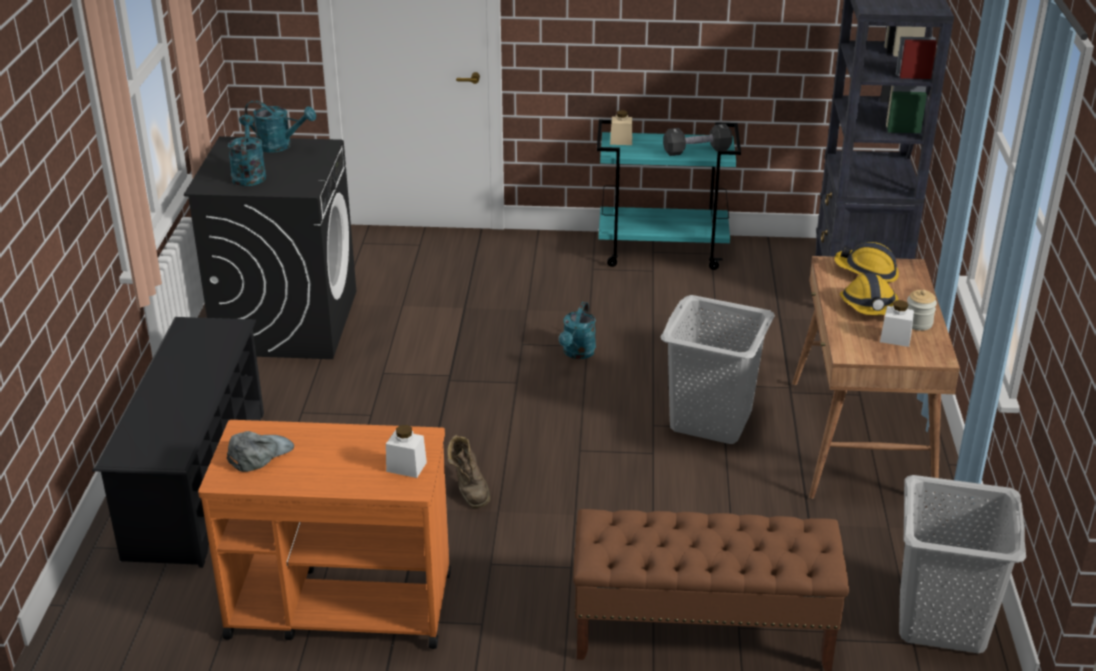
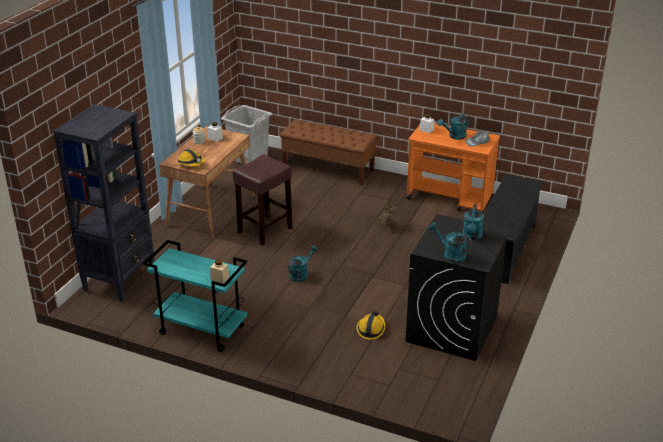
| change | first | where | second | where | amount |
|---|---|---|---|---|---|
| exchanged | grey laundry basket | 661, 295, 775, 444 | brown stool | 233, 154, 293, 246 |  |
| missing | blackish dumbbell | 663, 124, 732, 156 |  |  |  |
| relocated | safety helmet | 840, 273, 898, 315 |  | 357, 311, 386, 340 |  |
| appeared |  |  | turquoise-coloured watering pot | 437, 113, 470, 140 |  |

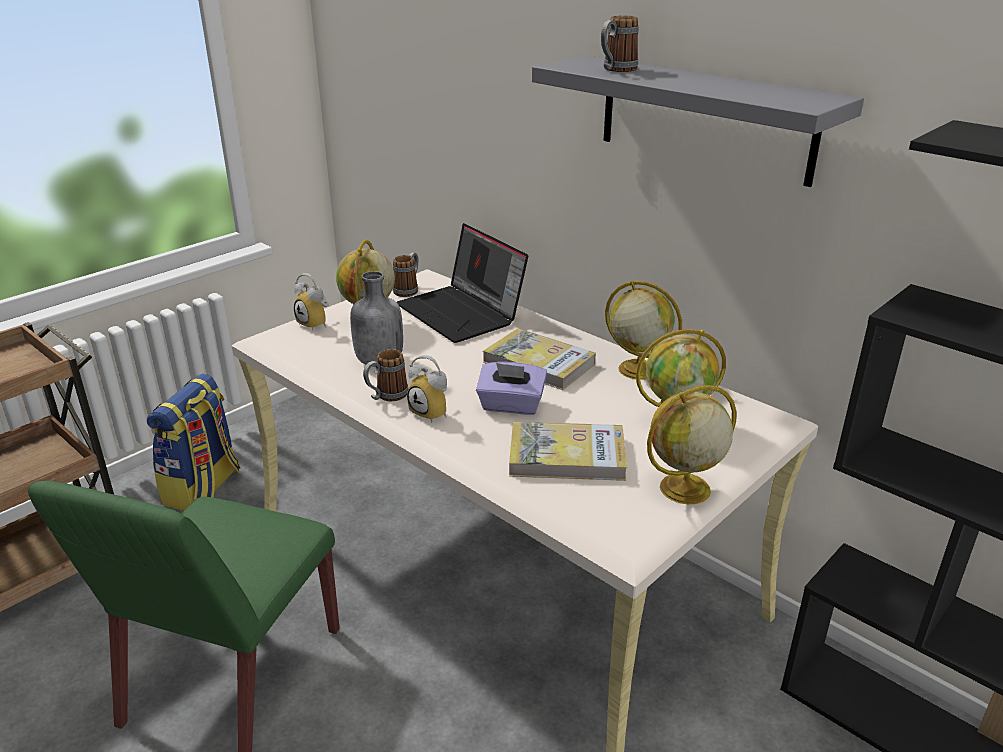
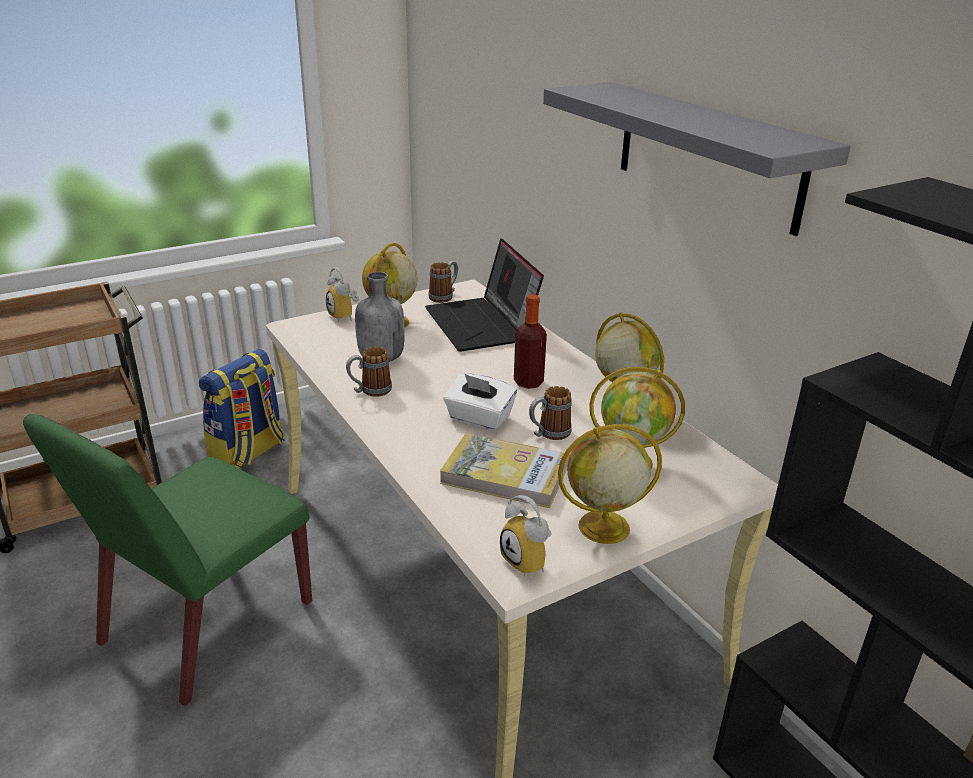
| change | first | where | second | where | amount |
|---|---|---|---|---|---|
| relocated | table clock | 407, 355, 447, 423 |  | 500, 495, 551, 577 |  |
| colour | purplish tissue holder | 476, 362, 547, 415 | white-coloured tissue holder | 443, 373, 517, 430 |  |
| exchanged | volume | 483, 328, 596, 390 | bottle | 514, 294, 547, 389 |  |
| relocated | coffee mug | 601, 16, 638, 72 |  | 529, 386, 572, 440 |  |

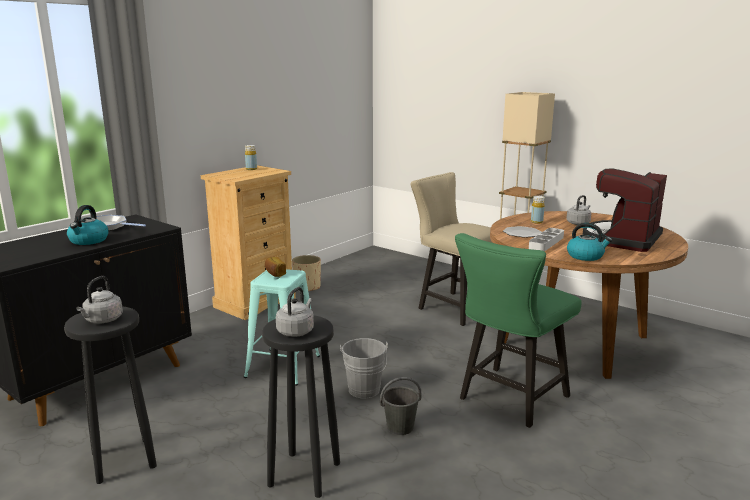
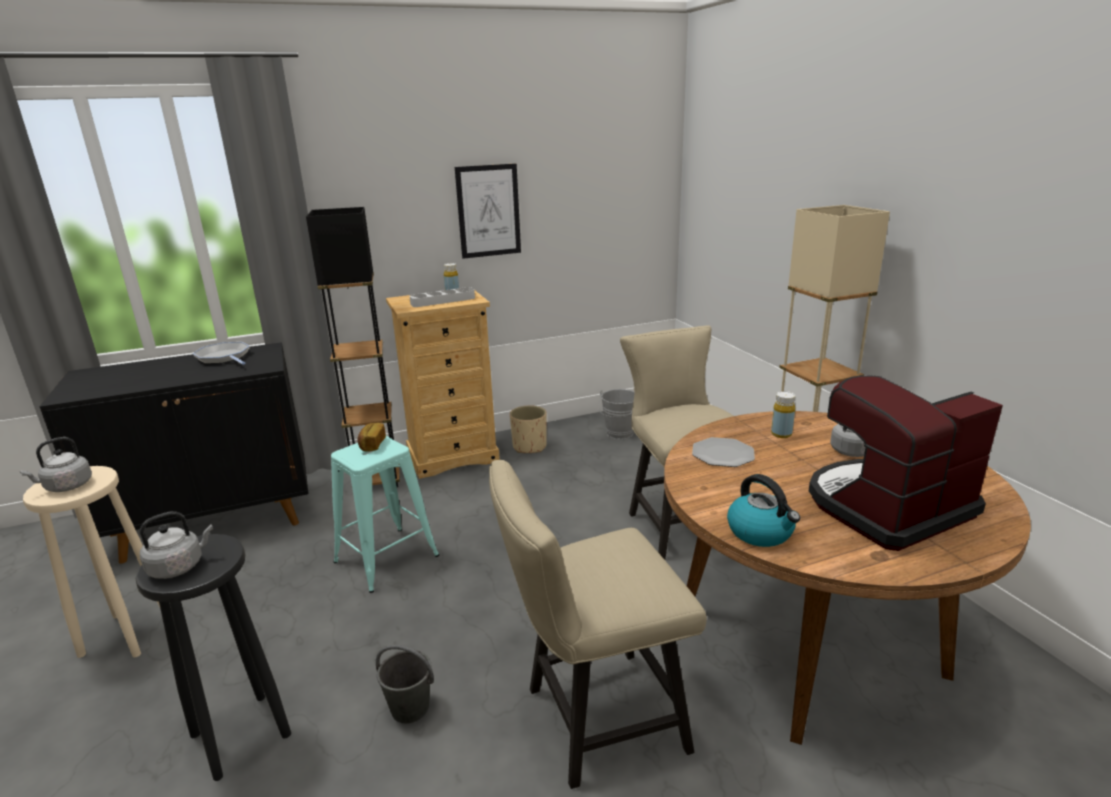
| change | first | where | second | where | amount |
|---|---|---|---|---|---|
| colour | blackish stool | 64, 307, 157, 484 | beige-coloured stool | 23, 466, 160, 658 |  |
| missing | tea kettle | 67, 205, 109, 245 |  |  |  |
| relocated | grey bucket | 340, 338, 388, 399 |  | 598, 389, 634, 439 |  |
| colour | green plain chair | 455, 233, 582, 428 | beige-coloured plain chair | 489, 460, 707, 789 |  |
| relocated | grey carrying tray | 529, 228, 564, 251 |  | 410, 287, 475, 307 |  |
| appeared |  |  | blackish standard lamp | 306, 207, 400, 487 |  |
| appeared |  |  | wall art | 455, 164, 521, 259 |  |

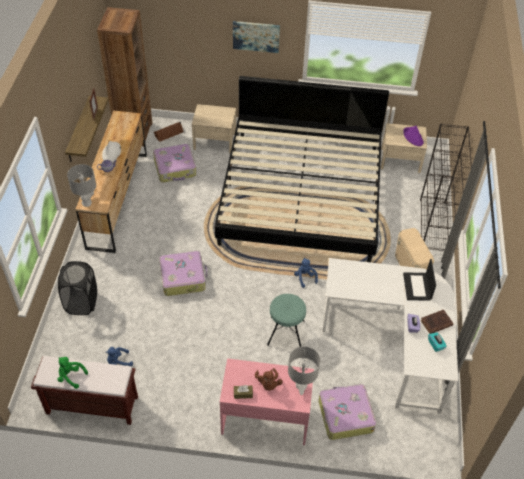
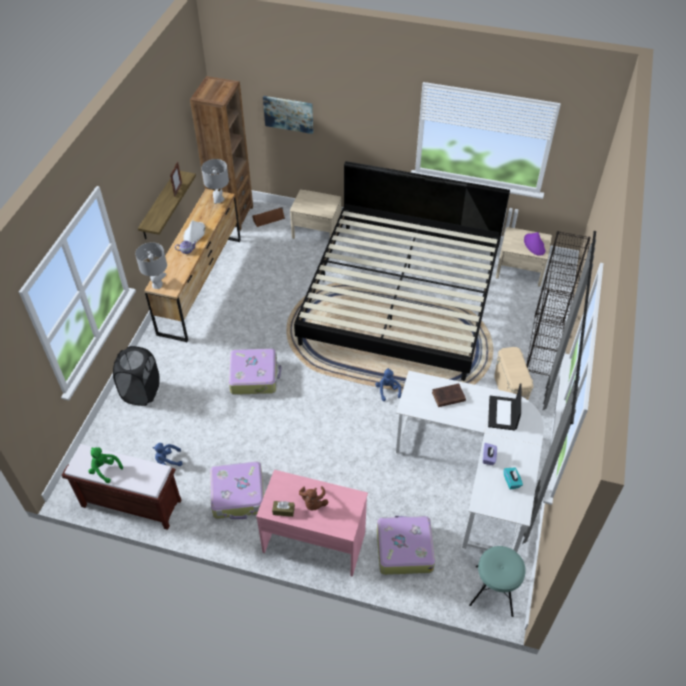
| change | first | where | second | where | amount |
|---|---|---|---|---|---|
| relocated | suitcase | 153, 144, 196, 183 |  | 210, 462, 264, 519 |  |
| relocated | wall art | 233, 21, 280, 53 |  | 263, 96, 313, 134 |  |
| relocated | turquoise-coloured stool | 267, 294, 306, 347 |  | 469, 546, 526, 617 |  |
| relocated | grey lamp for a table | 288, 346, 320, 395 |  | 201, 159, 229, 204 |  |
| relocated | brown volume | 420, 310, 453, 334 |  | 432, 383, 466, 407 |  |

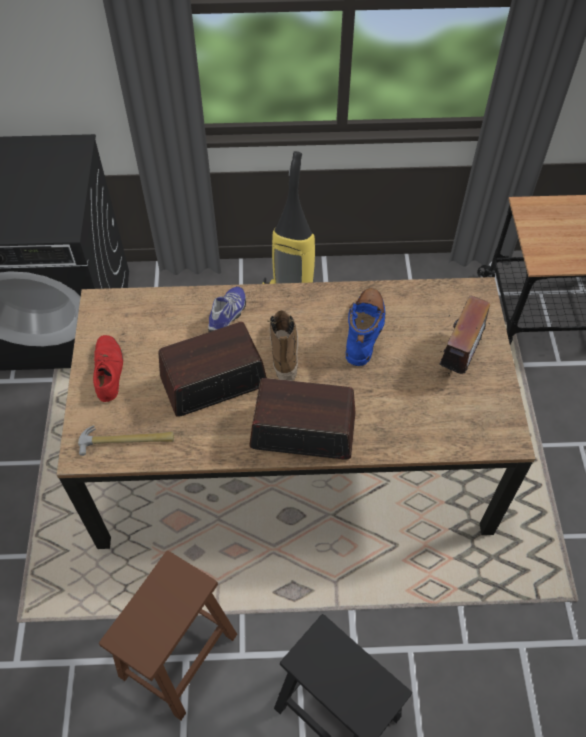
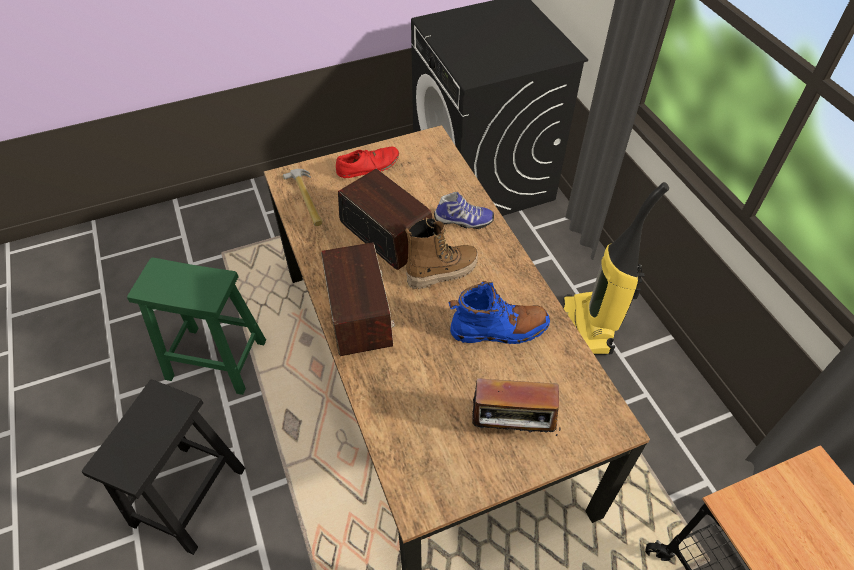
| change | first | where | second | where | amount |
|---|---|---|---|---|---|
| colour | brown stool | 99, 551, 237, 720 | green stool | 127, 257, 266, 395 |  |

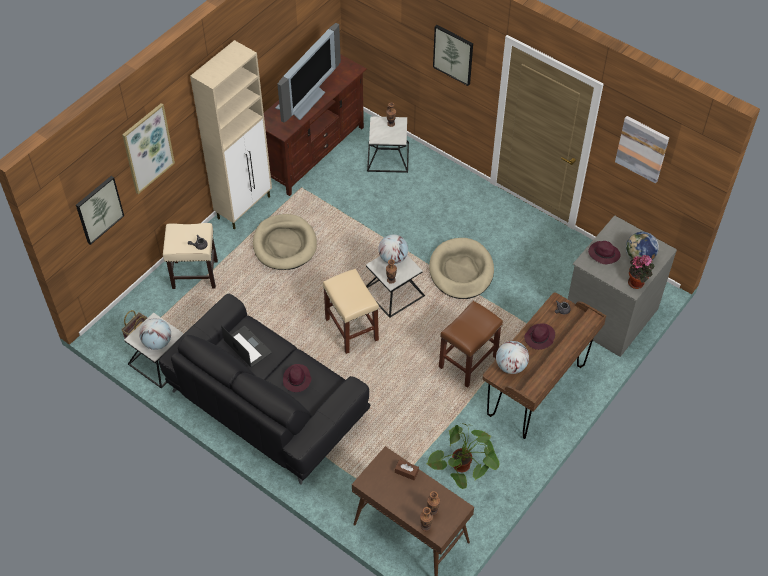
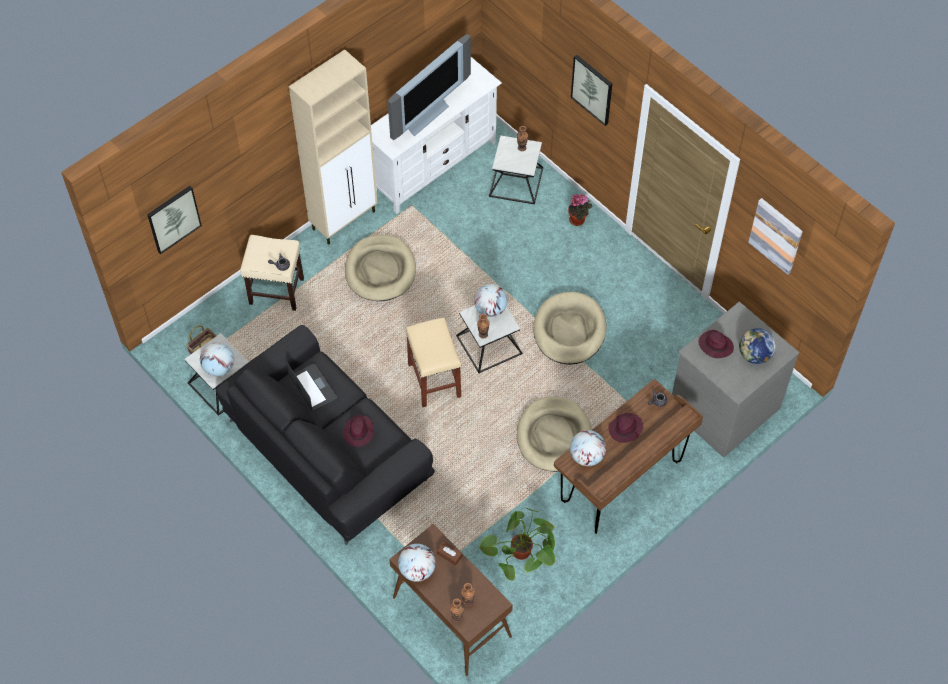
| change | first | where | second | where | amount |
|---|---|---|---|---|---|
| missing | wall art | 122, 103, 175, 194 |  |  |  |
| colour | brown media console | 264, 54, 367, 196 | white-coloured media console | 371, 57, 502, 214 |  |
| exchanged | brown stool | 439, 301, 503, 388 | beige-coloured dog bed | 517, 396, 592, 472 |  |
| relocated | houseplant | 628, 255, 655, 289 |  | 568, 194, 592, 226 |  |
| appeared |  |  | world globe | 398, 544, 436, 582 |  |

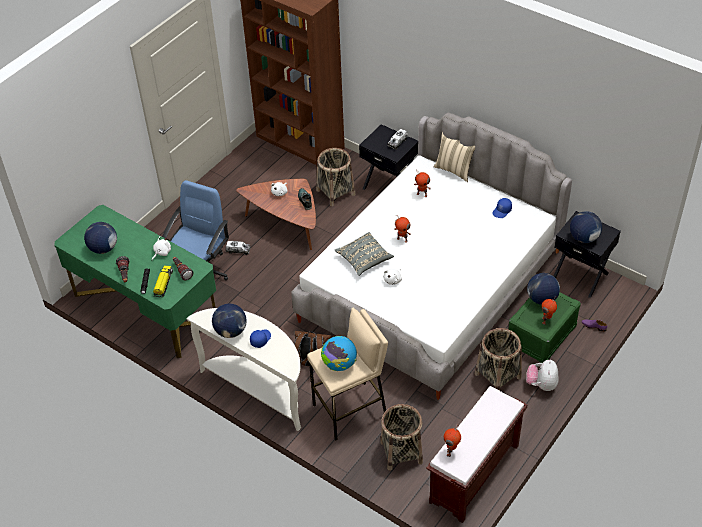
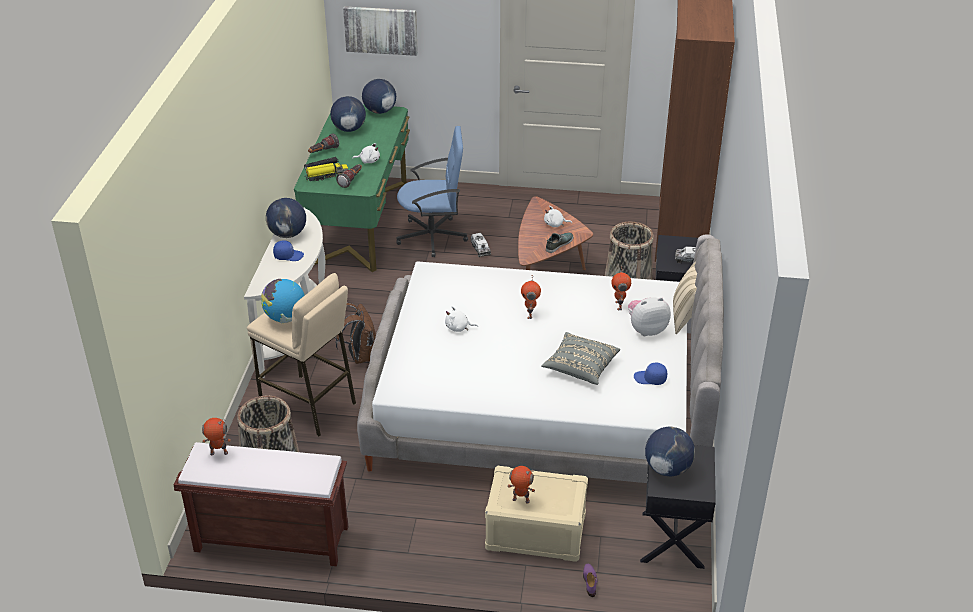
| change | first | where | second | where | amount |
|---|---|---|---|---|---|
| relocated | grey pillow | 334, 232, 394, 276 |  | 541, 332, 620, 385 |  |
| missing | household basket | 475, 328, 522, 391 |  |  |  |
| colour | green storage container | 509, 292, 581, 363 | beige-coloured storage container | 485, 466, 588, 562 |  |
| relocated | soft toy | 526, 360, 559, 391 |  | 628, 297, 671, 336 |  |
| relocated | world globe | 527, 273, 560, 305 |  | 362, 79, 396, 114 |  |
| appeared |  |  | wall art | 343, 6, 418, 56 |  |

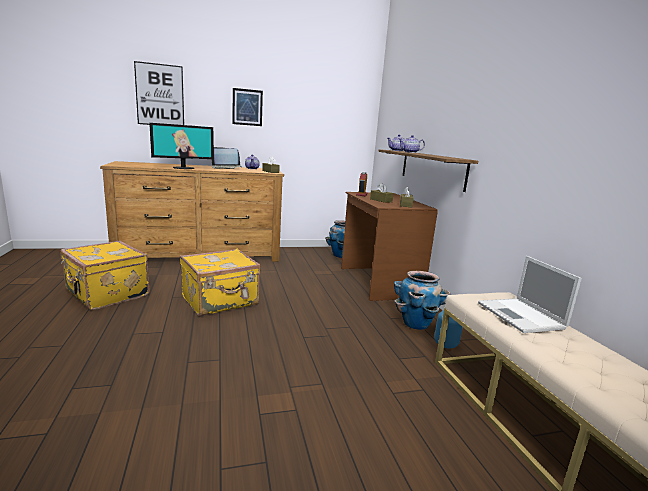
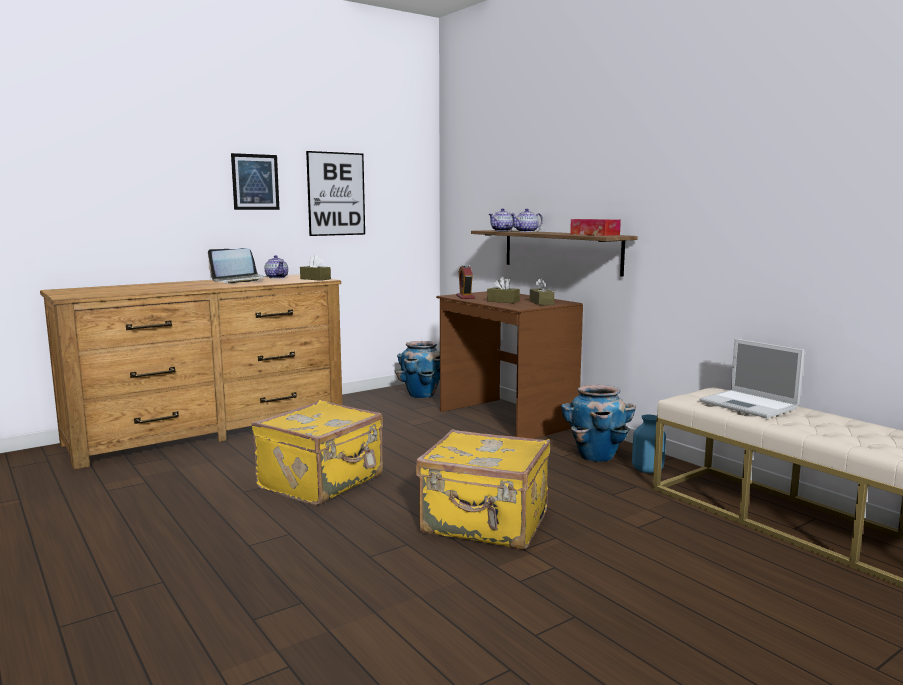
| change | first | where | second | where | amount |
|---|---|---|---|---|---|
| relocated | yellow suitcase | 60, 241, 150, 310 |  | 416, 429, 550, 549 |  |
| relocated | wall art | 134, 61, 184, 125 |  | 306, 151, 365, 236 |  |
| missing | monitor | 149, 123, 214, 169 |  |  |  |
| appeared |  |  | tissue holder | 570, 219, 621, 236 |  |

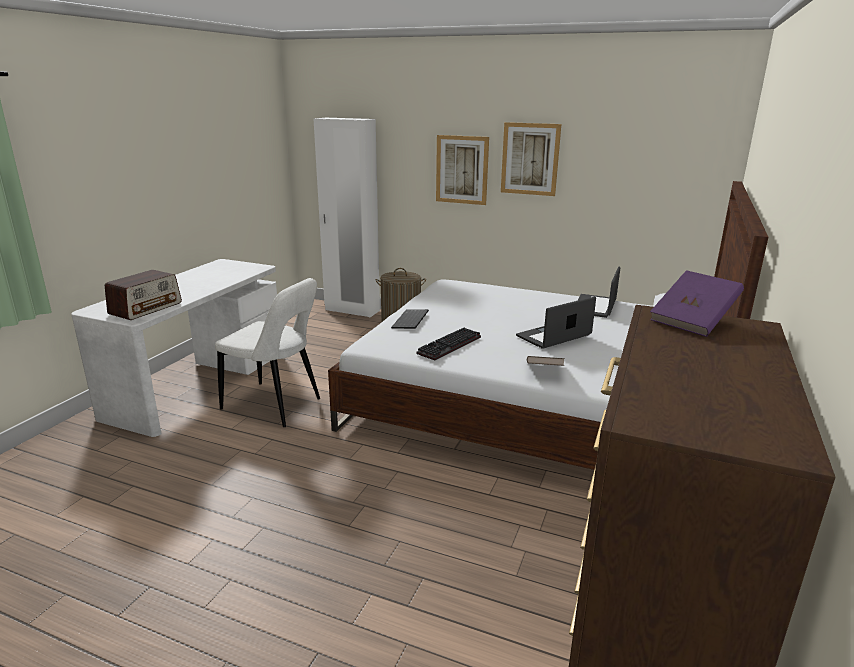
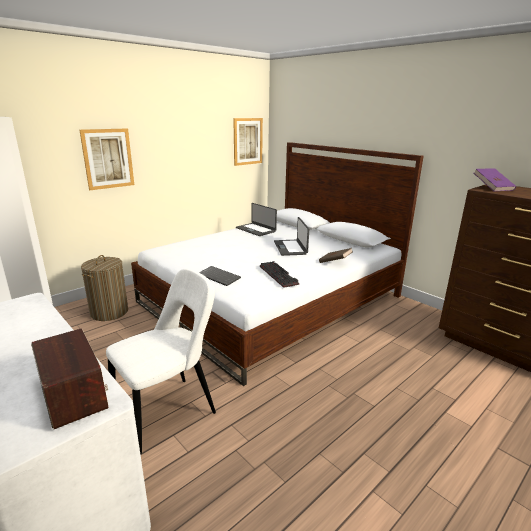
| change | first | where | second | where | amount |
|---|---|---|---|---|---|
| relocated | wall art | 501, 122, 561, 196 |  | 233, 118, 263, 166 |  |

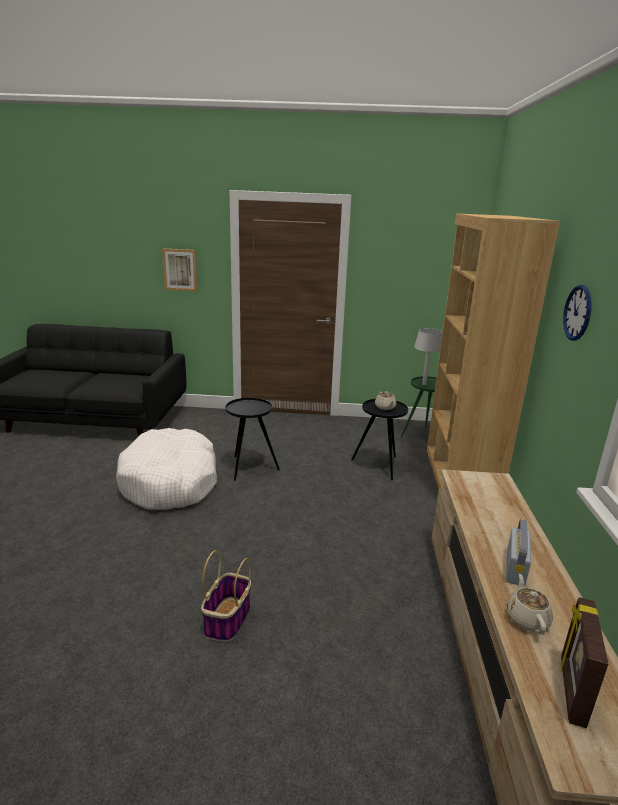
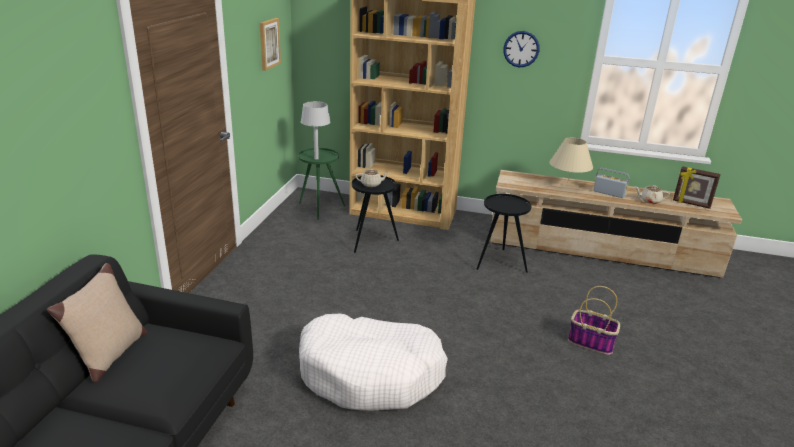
| change | first | where | second | where | amount |
|---|---|---|---|---|---|
| relocated | wall art | 162, 249, 198, 291 |  | 260, 18, 281, 71 |  |
| relocated | blackish end table | 225, 398, 280, 481 |  | 476, 194, 532, 273 |  |
| appeared |  |  | beige-coloured pillow | 47, 263, 147, 383 |  |
| appeared |  |  | beige-coloured lamp for a table | 549, 138, 593, 186 |  |

